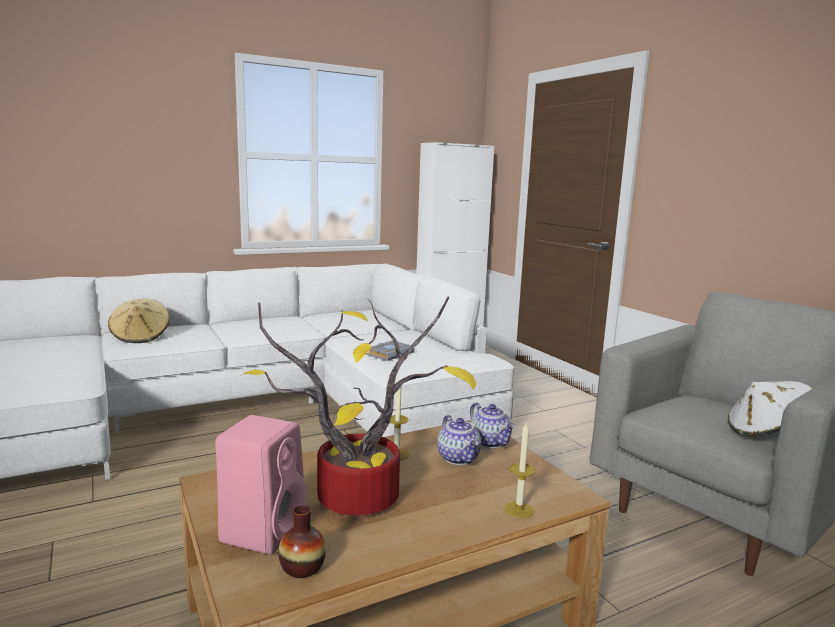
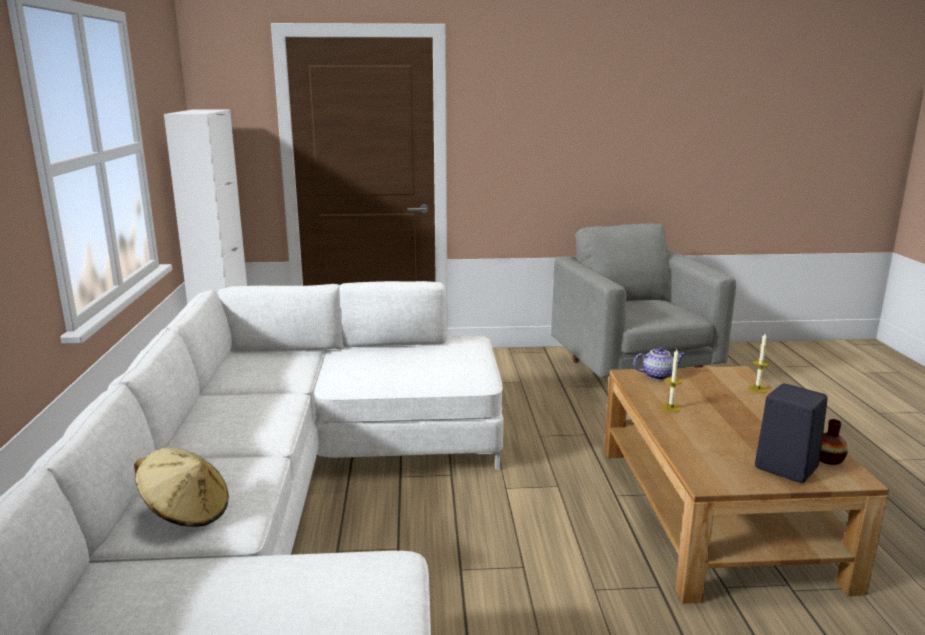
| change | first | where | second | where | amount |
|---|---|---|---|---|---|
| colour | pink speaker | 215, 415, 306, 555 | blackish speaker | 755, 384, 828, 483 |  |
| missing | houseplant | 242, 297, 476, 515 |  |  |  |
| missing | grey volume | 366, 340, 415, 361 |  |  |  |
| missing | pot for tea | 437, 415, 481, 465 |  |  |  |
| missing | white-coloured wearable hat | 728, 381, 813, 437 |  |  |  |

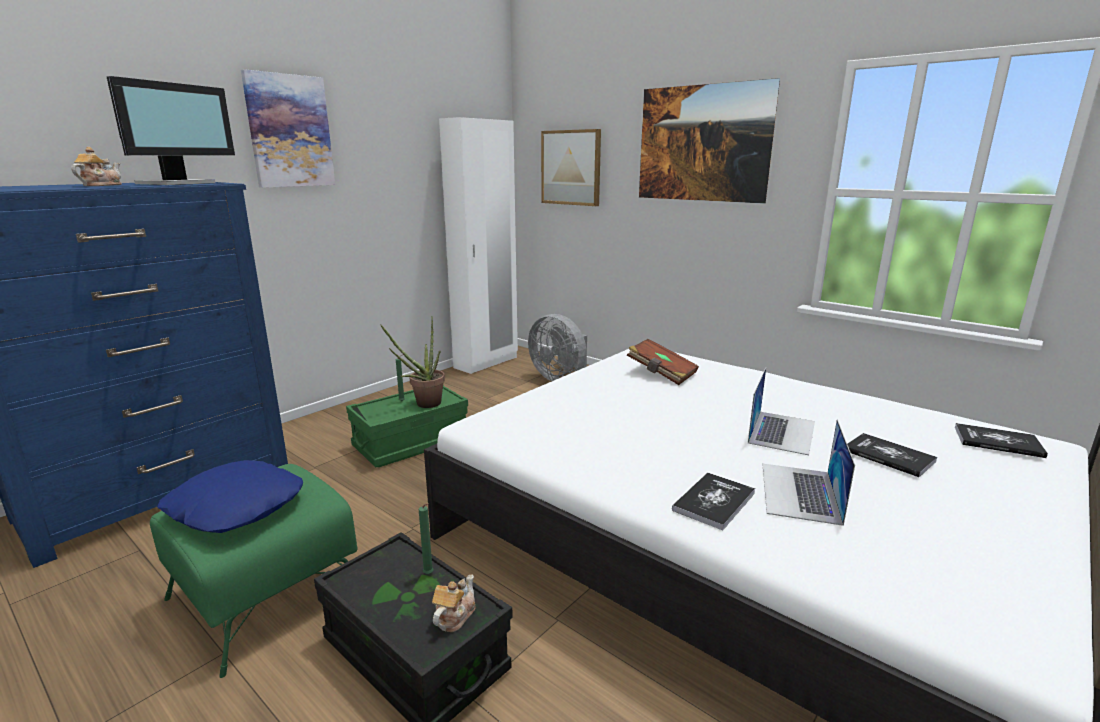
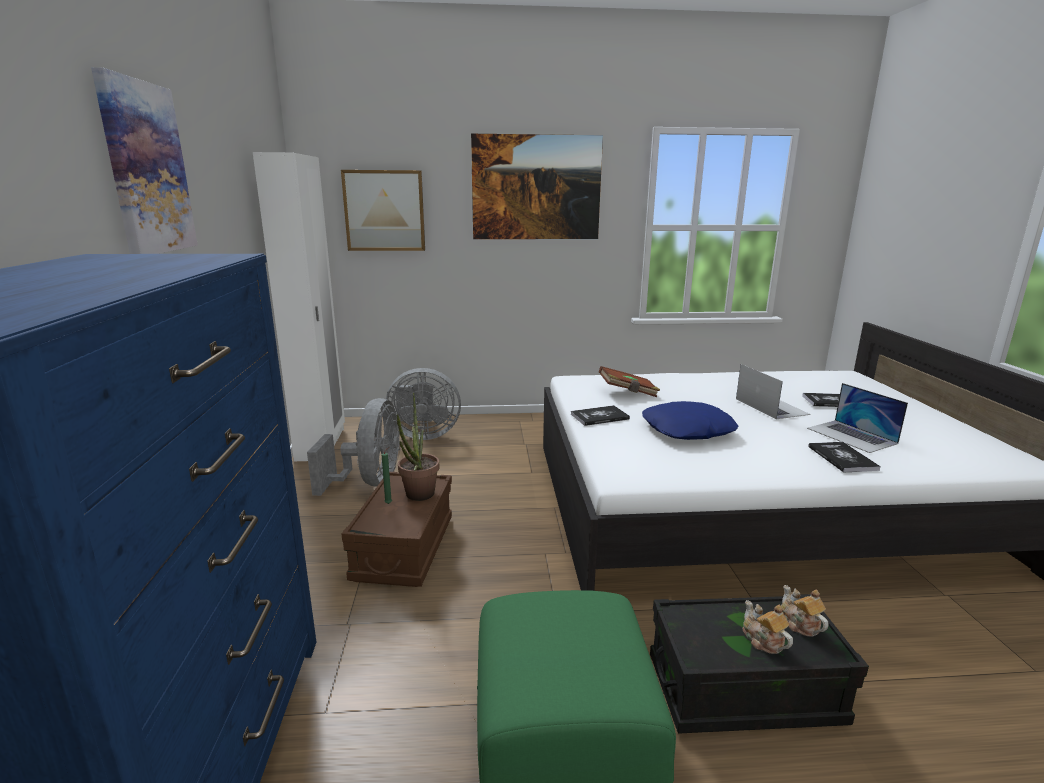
| change | first | where | second | where | amount |
|---|---|---|---|---|---|
| relocated | pot for tea | 71, 147, 122, 186 |  | 743, 600, 793, 654 |  |
| missing | monitor | 107, 76, 235, 185 |  |  |  |
| relocated | blue pillow | 157, 460, 303, 533 |  | 642, 401, 738, 440 |  |
| colour | green storage container | 346, 385, 468, 467 | brown storage container | 342, 472, 452, 587 |  |
| missing | green candle | 419, 504, 434, 574 |  |  |  |
| relocated | volume | 955, 423, 1048, 458 |  | 571, 405, 630, 426 |  |
| appeared |  |  | grey cooling fan | 307, 398, 400, 496 |  |

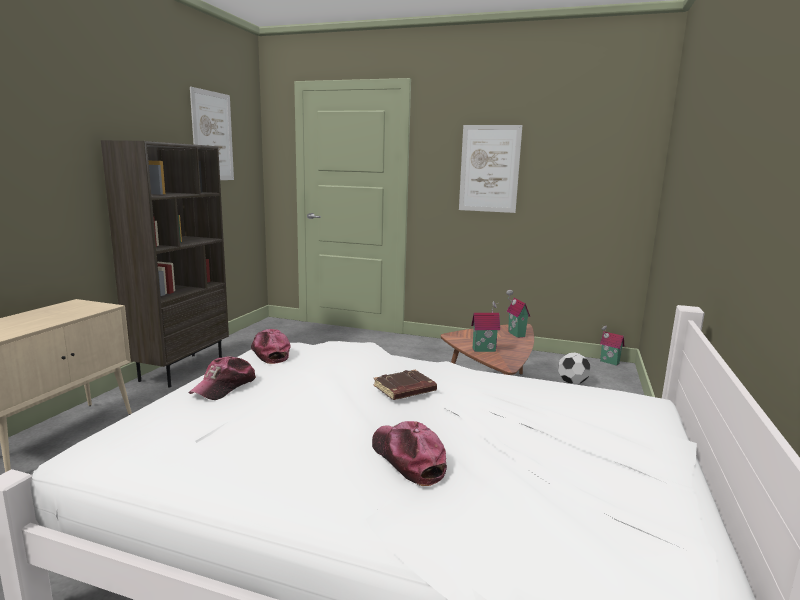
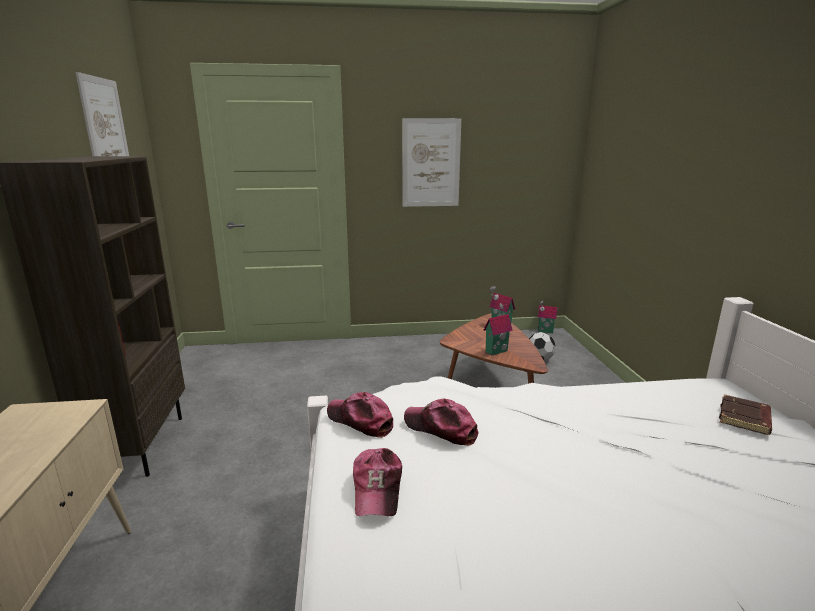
| change | first | where | second | where | amount |
|---|---|---|---|---|---|
| relocated | peaked cap | 372, 421, 447, 486 |  | 404, 399, 478, 446 |  |
| relocated | brown volume | 374, 370, 437, 400 |  | 719, 394, 772, 435 |  |

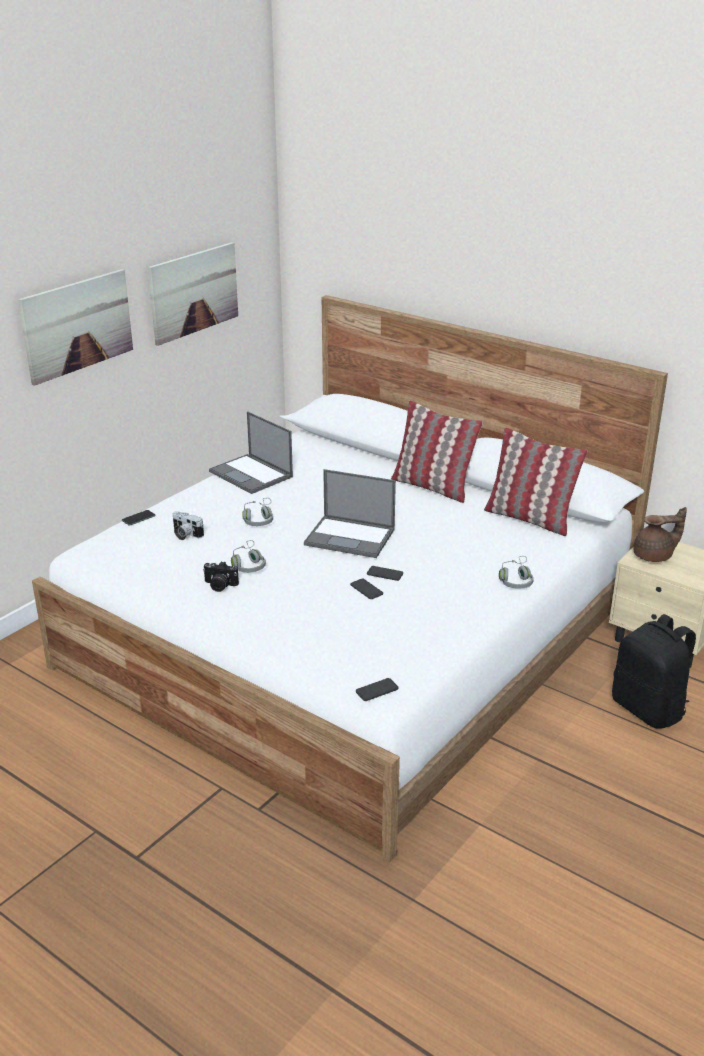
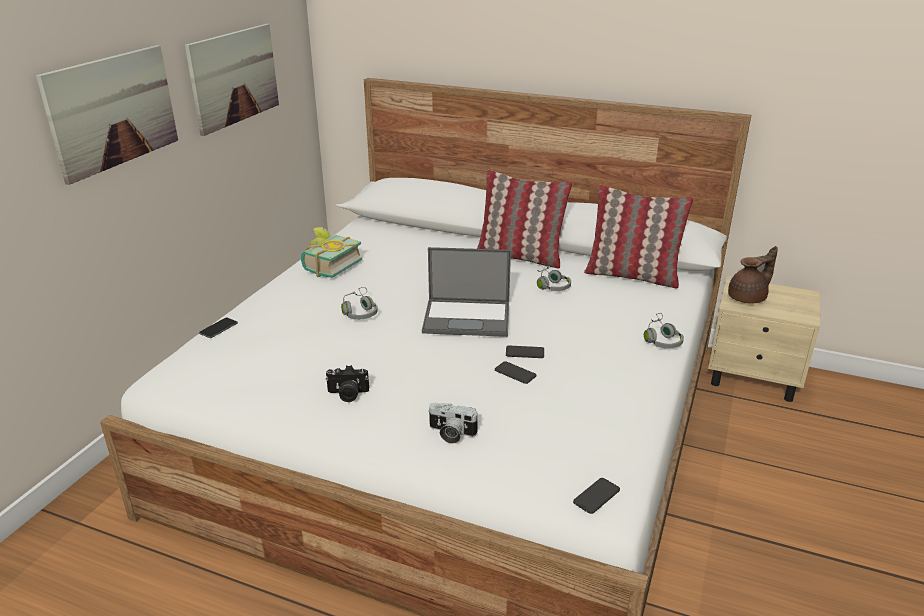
| change | first | where | second | where | amount |
|---|---|---|---|---|---|
| relocated | photo camera | 173, 511, 204, 540 |  | 428, 403, 479, 444 |  |
| exchanged | laptop | 209, 411, 293, 494 | volume | 301, 227, 362, 278 |  |
| relocated | grey headset | 231, 540, 266, 573 |  | 537, 263, 571, 291 |  |
| missing | blackish backpack | 612, 614, 696, 729 |  |  |  |

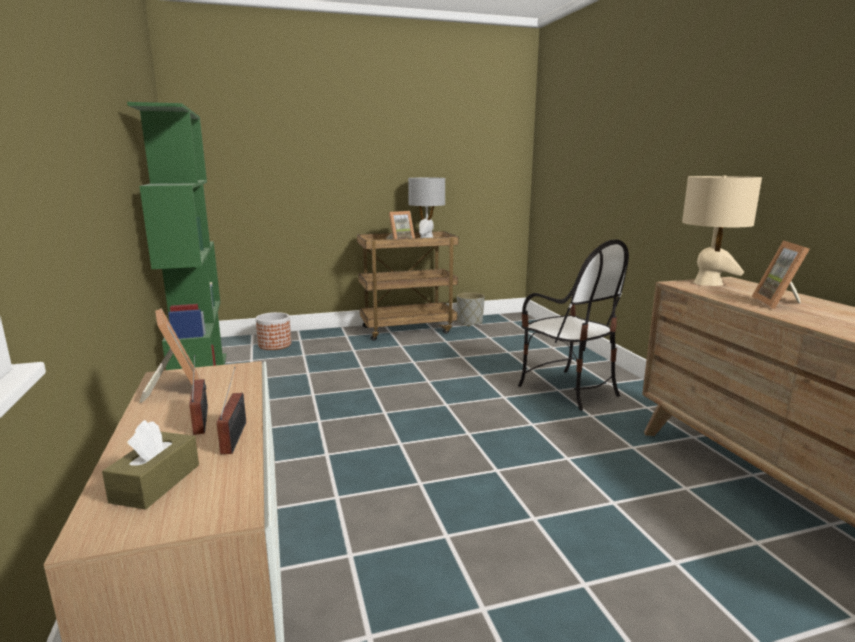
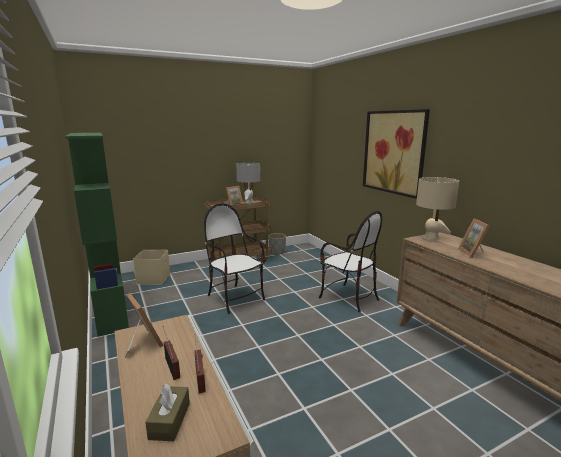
| change | first | where | second | where | amount |
|---|---|---|---|---|---|
| exchanged | flower pot | 256, 312, 291, 350 | beige-coloured storage container | 133, 250, 170, 285 |  |
| appeared |  |  | plain chair | 204, 203, 265, 314 |  |
| appeared |  |  | wall art | 363, 109, 430, 199 |  |

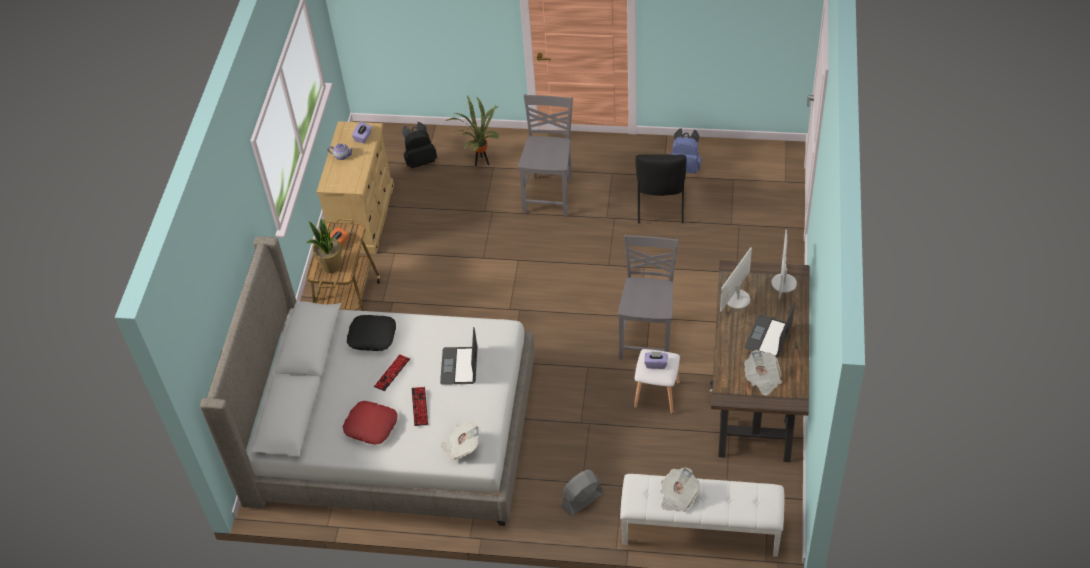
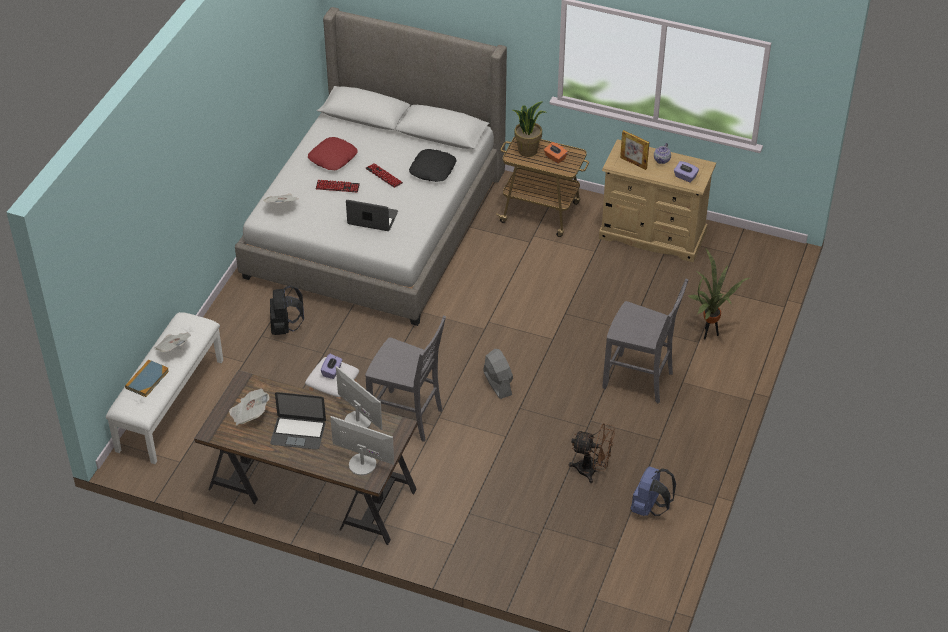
| change | first | where | second | where | amount |
|---|---|---|---|---|---|
| relocated | blackish backpack | 402, 122, 437, 168 |  | 270, 285, 304, 335 |  |
| relocated | grey cooling fan | 561, 470, 603, 516 |  | 483, 349, 513, 399 |  |
| exchanged | blackish plain chair | 636, 154, 687, 224 | brown cooling fan | 569, 423, 615, 483 |  |
| spun | laptop | 745, 304, 795, 358 |  | 270, 392, 326, 450 | 150 degrees clockwise |
| appeared |  |  | volume | 125, 360, 169, 397 |  |
| appeared |  |  | photo frame | 620, 130, 649, 170 |  |

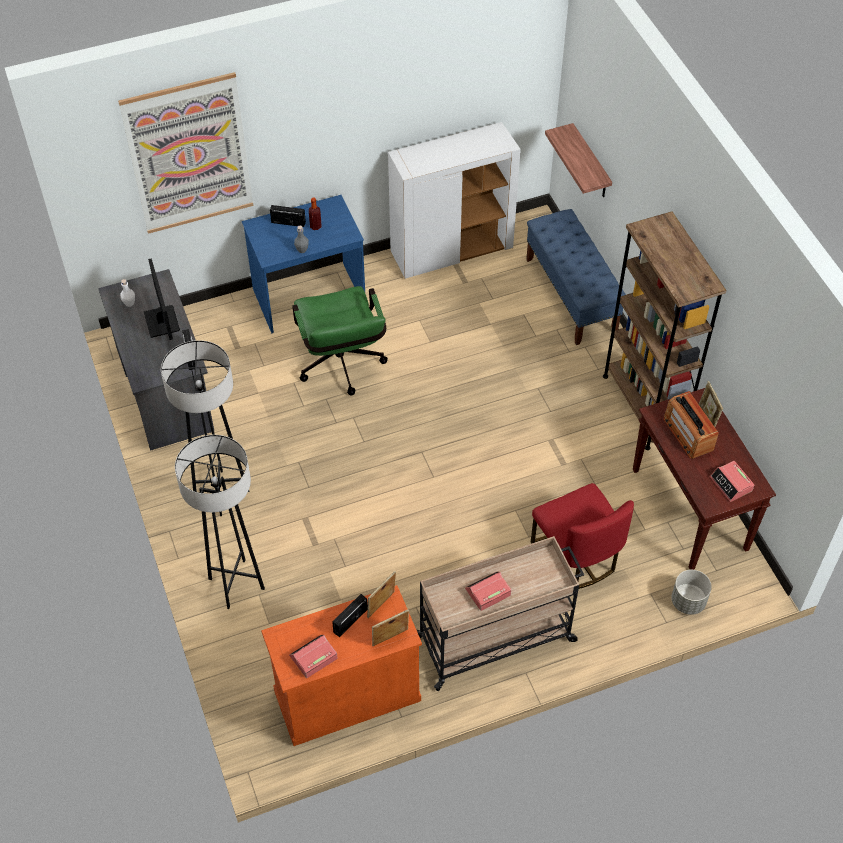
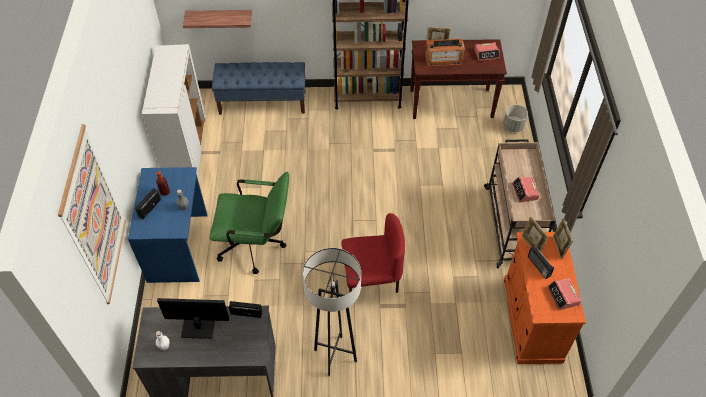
| change | first | where | second | where | amount |
|---|---|---|---|---|---|
| missing | grey standard lamp | 175, 435, 265, 609 |  |  |  |
| relocated | red-coloured plain chair | 531, 483, 634, 589 |  | 341, 213, 405, 293 |  |

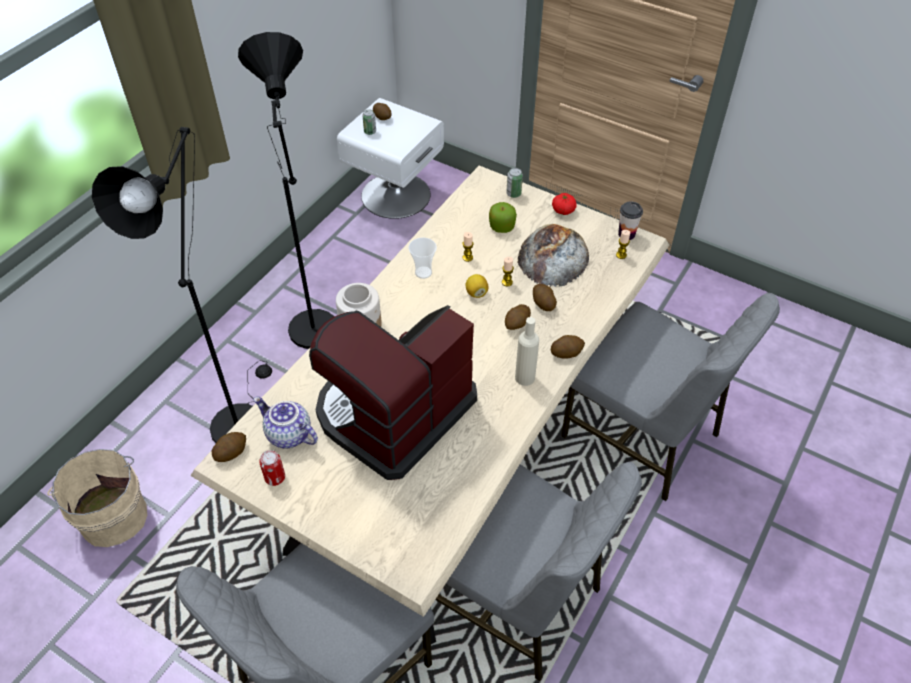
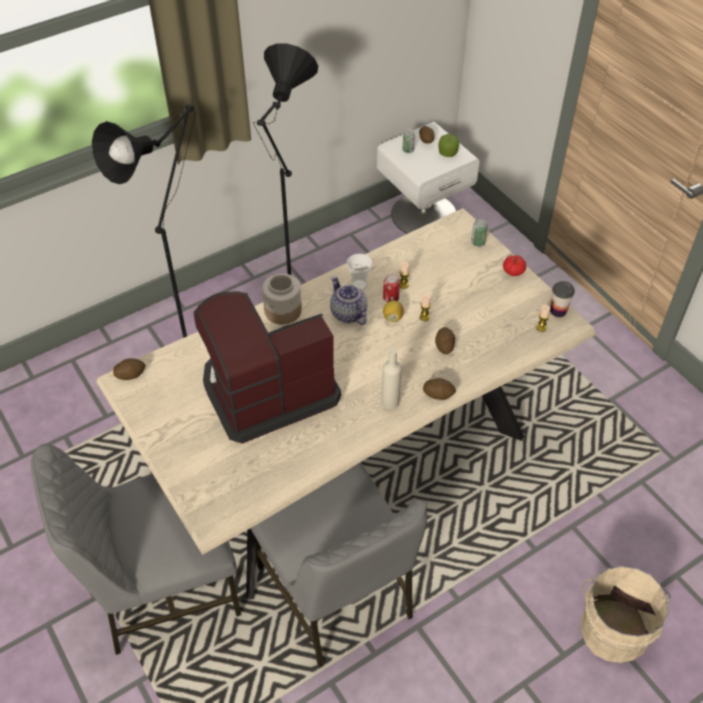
| change | first | where | second | where | amount |
|---|---|---|---|---|---|
| relocated | beige-coloured bucket | 47, 449, 147, 547 |  | 581, 566, 671, 663 |  |
| relocated | pot for tea | 253, 397, 318, 449 |  | 330, 276, 367, 325 |  |
| relocated | sealed can | 259, 450, 285, 486 |  | 383, 274, 400, 303 |  |
| relocated | whole apple | 489, 202, 517, 233 |  | 438, 134, 459, 157 |  |
| missing | whole potato | 505, 304, 531, 330 |  |  |  |
| missing | baked bread | 517, 224, 589, 287 |  |  |  |
| missing | grey plain chair | 561, 293, 780, 501 |  |  |  |

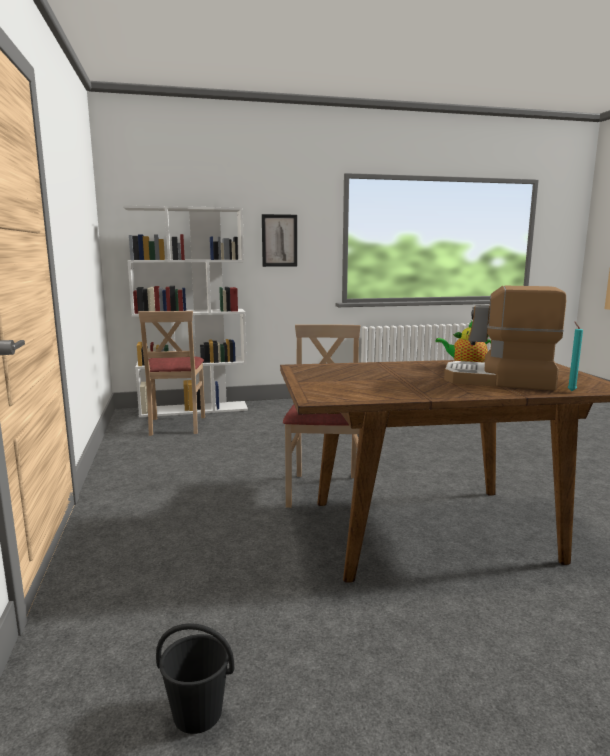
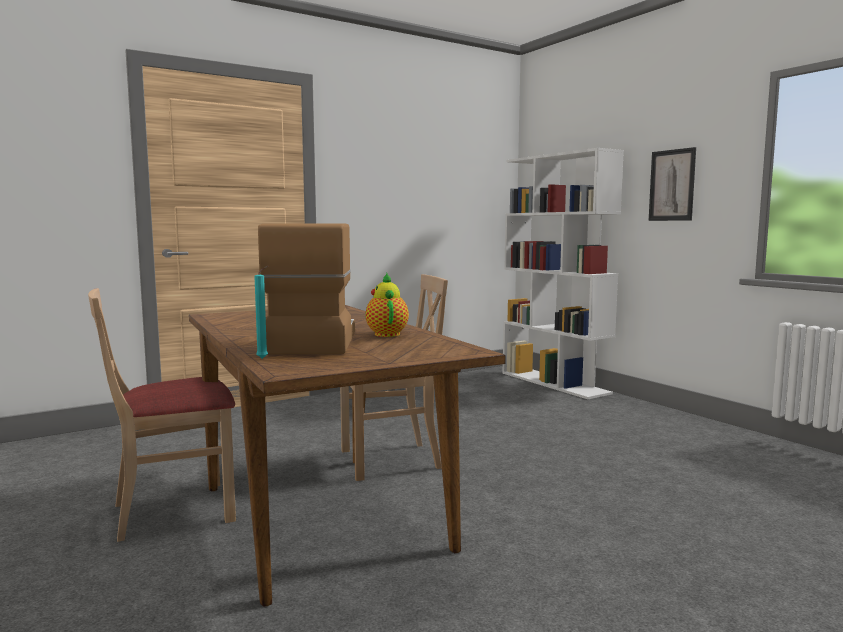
| change | first | where | second | where | amount |
|---|---|---|---|---|---|
| relocated | beige-coloured plain chair | 138, 311, 205, 436 |  | 88, 288, 236, 542 |  |
| missing | blackish bucket | 156, 623, 234, 734 |  |  |  |

